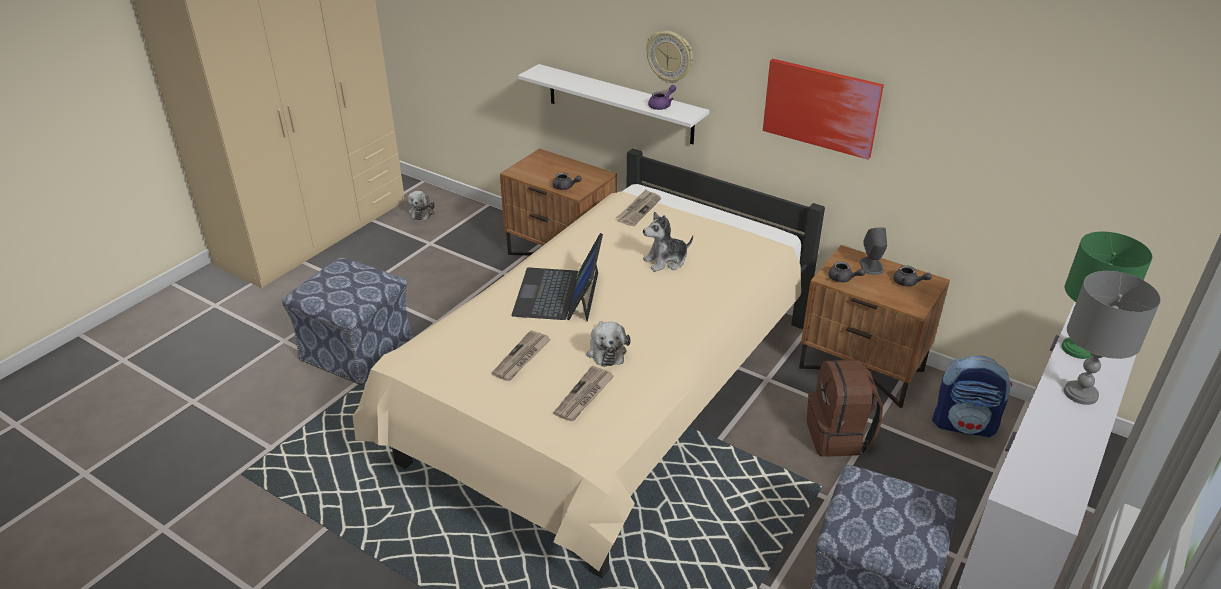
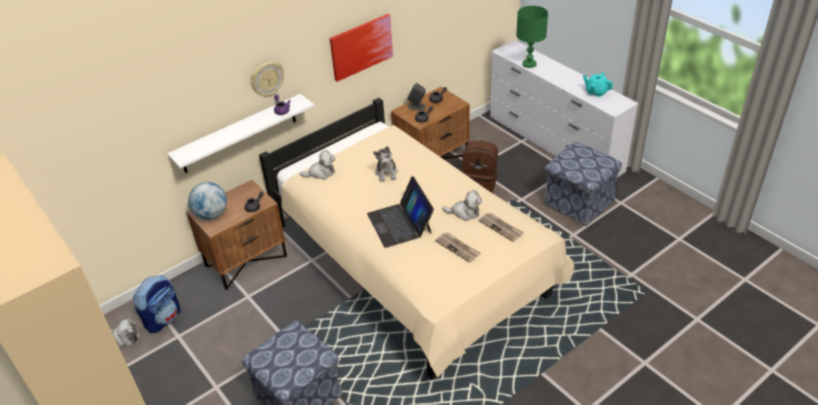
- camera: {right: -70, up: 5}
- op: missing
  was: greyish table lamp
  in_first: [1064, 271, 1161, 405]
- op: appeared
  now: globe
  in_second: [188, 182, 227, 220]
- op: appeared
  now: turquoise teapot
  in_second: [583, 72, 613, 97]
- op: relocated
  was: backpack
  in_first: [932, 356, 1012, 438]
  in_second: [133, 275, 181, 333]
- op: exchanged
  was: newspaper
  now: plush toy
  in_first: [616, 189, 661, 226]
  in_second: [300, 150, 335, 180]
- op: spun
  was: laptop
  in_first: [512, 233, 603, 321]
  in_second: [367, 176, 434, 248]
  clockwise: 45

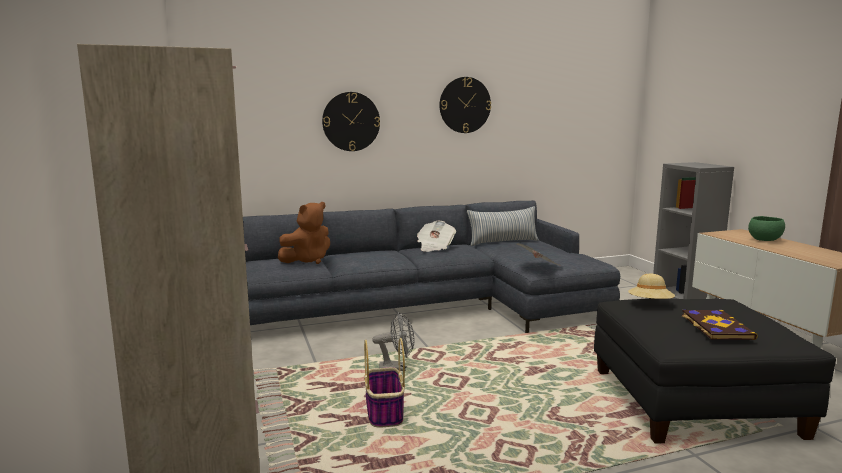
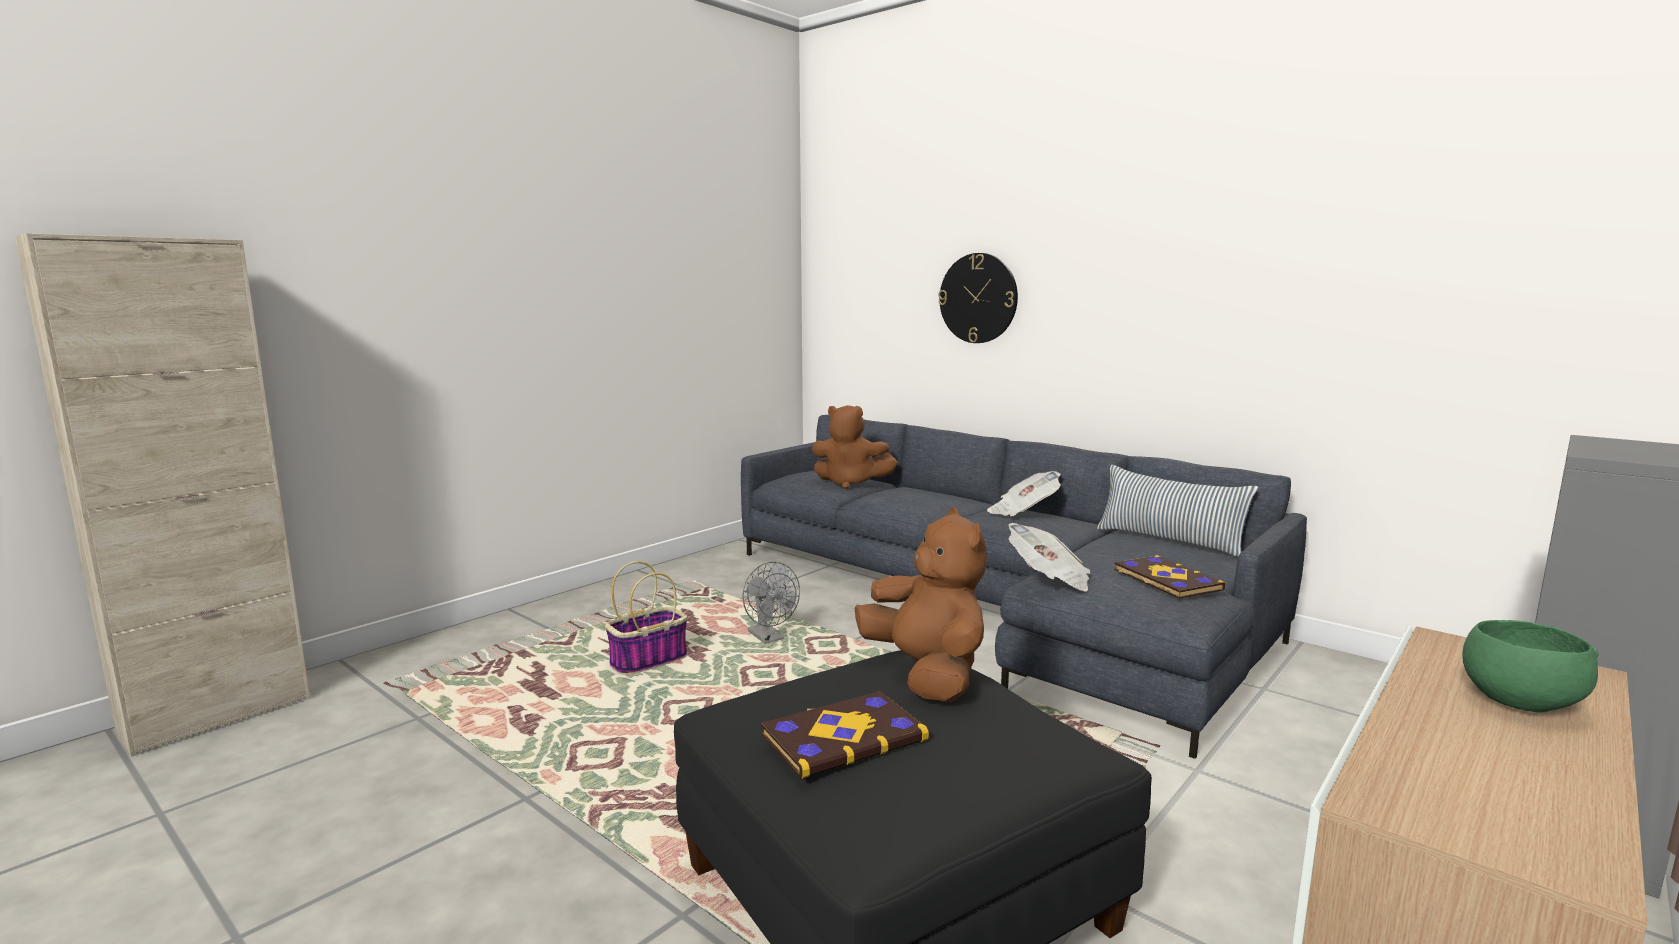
- camera: {right: 60, up: 0}
- op: missing
  was: hanging clock
  in_first: [439, 77, 491, 133]
- op: appeared
  now: volume
  in_second: [1114, 555, 1226, 599]
- op: exchanged
  was: beige clothing hat
  now: brownish plush toy
  in_first: [628, 274, 675, 299]
  in_second: [855, 508, 987, 702]

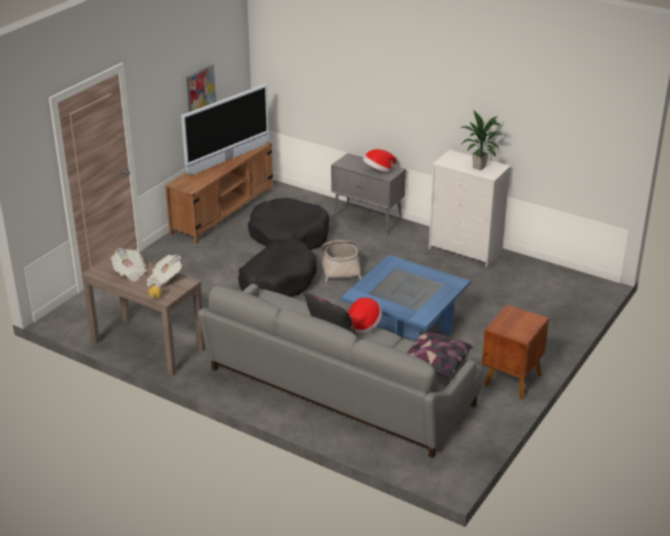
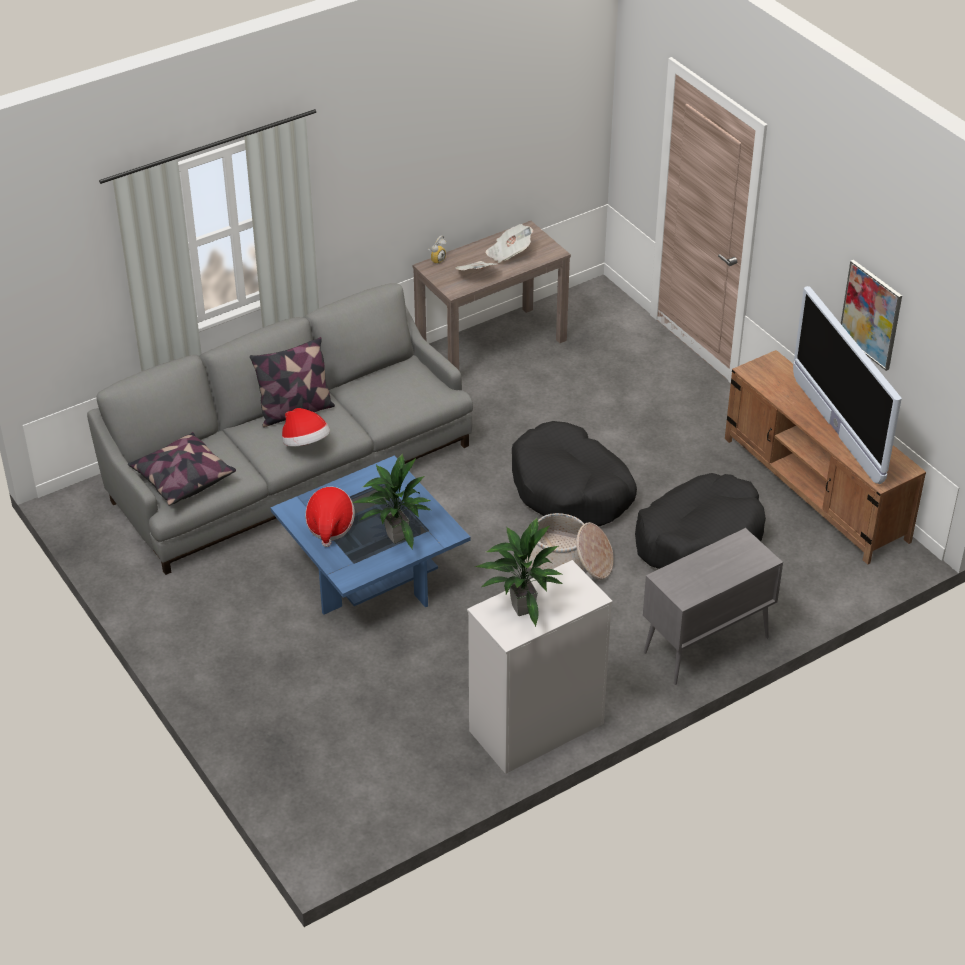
- camera: {right: 115, up: 10}
- op: missing
  was: brownish nightstand
  in_first: [482, 305, 549, 400]
- op: appeared
  now: houseplant
  in_second: [352, 454, 431, 549]
- op: relocated
  was: clothing hat
  in_first: [363, 149, 396, 172]
  in_second: [305, 487, 355, 547]

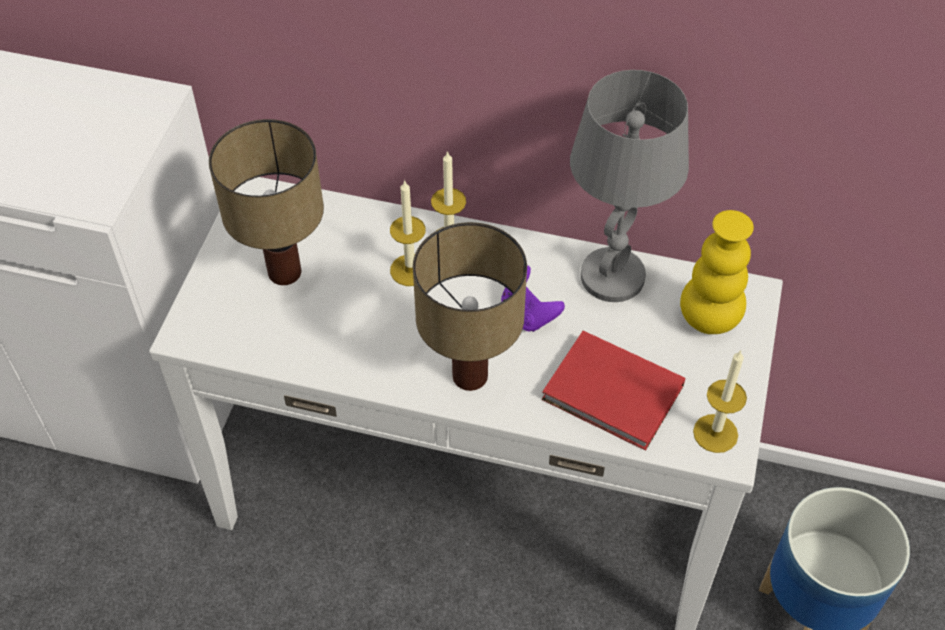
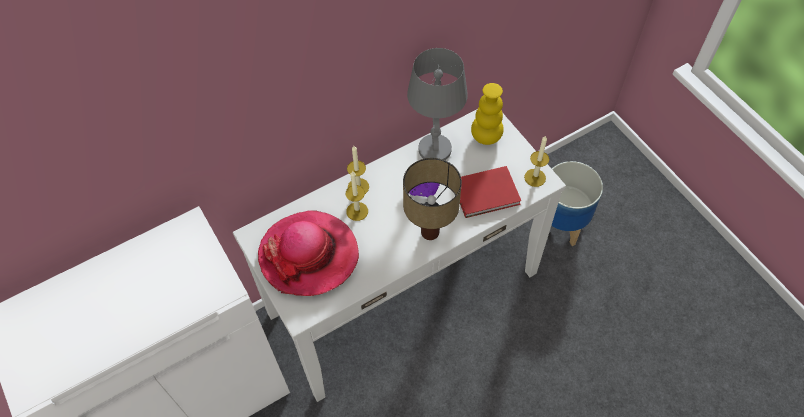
- camera: {right: -45, up: 5}
- op: exchanged
  was: table lamp
  now: clothing hat
  in_first: [209, 119, 324, 285]
  in_second: [258, 210, 359, 296]

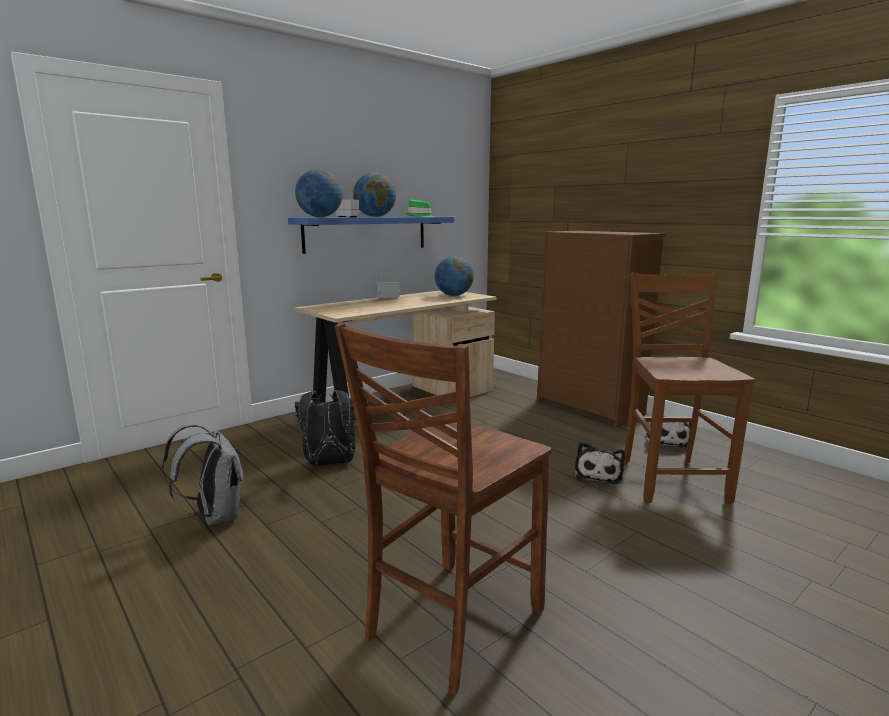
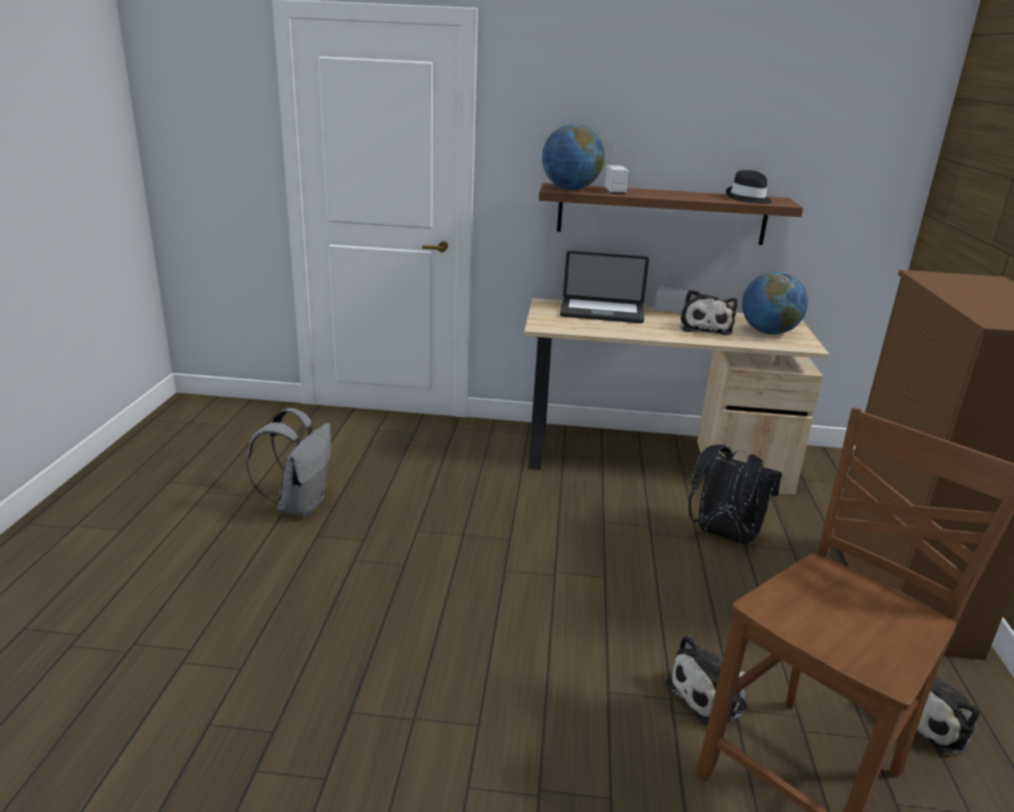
- camera: {right: 45, up: 10}
- op: missing
  was: brownish upright chair
  in_first: [334, 323, 552, 695]
- op: missing
  was: globe
  in_first: [353, 173, 396, 217]
- op: appeared
  now: laptop
  in_second: [560, 251, 649, 323]
- op: appeared
  now: plush toy
  in_second: [680, 289, 738, 335]
- op: relocated
  was: blackish backpack
  in_first: [295, 390, 356, 467]
  in_second: [689, 445, 782, 544]
- op: colour
  was: bluish bracket shelf
  now: brownish bracket shelf
  in_first: [288, 217, 454, 254]
  in_second: [539, 183, 803, 245]
- op: colour
  was: greenish clothing hat
  now: blackish clothing hat
  in_first: [405, 200, 434, 217]
  in_second: [726, 170, 772, 204]

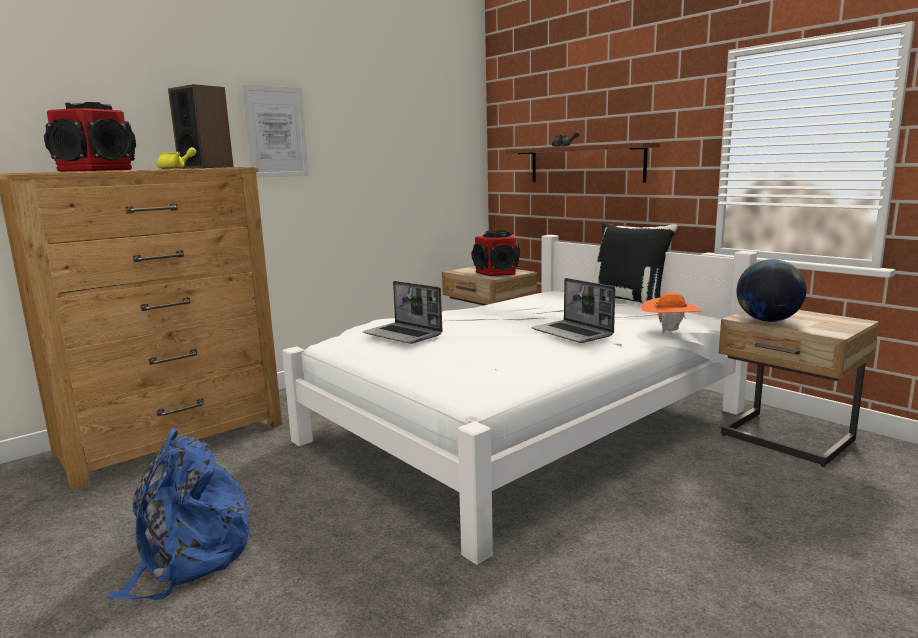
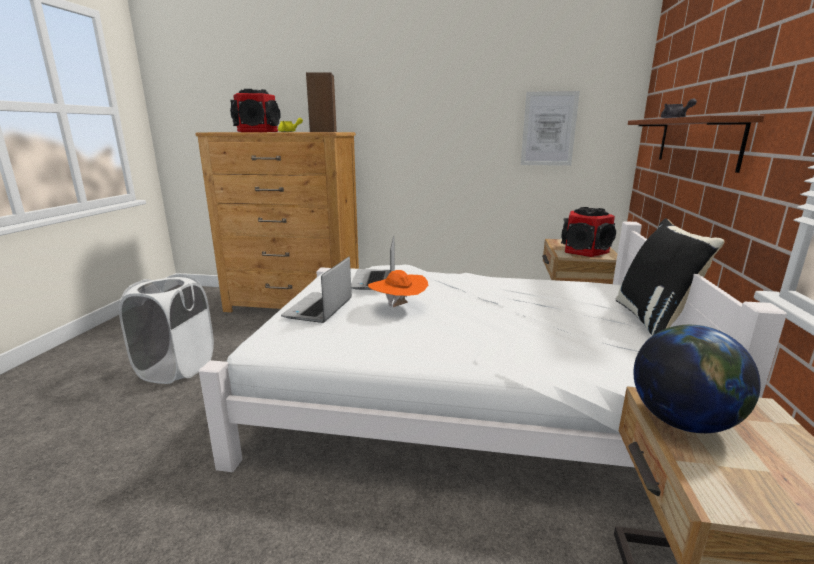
- camera: {right: 50, up: 5}
- op: relocated
  was: wall art
  in_first: [241, 84, 309, 178]
  in_second: [521, 91, 580, 166]
- op: relocated
  was: laptop
  in_first: [531, 278, 615, 343]
  in_second: [281, 257, 352, 323]
- op: relocated
  was: orange clothing hat
  in_first: [641, 292, 702, 333]
  in_second: [368, 270, 428, 307]
- op: exchanged
  was: bluish backpack
  now: white laundry basket
  in_first: [107, 428, 253, 600]
  in_second: [119, 275, 214, 384]

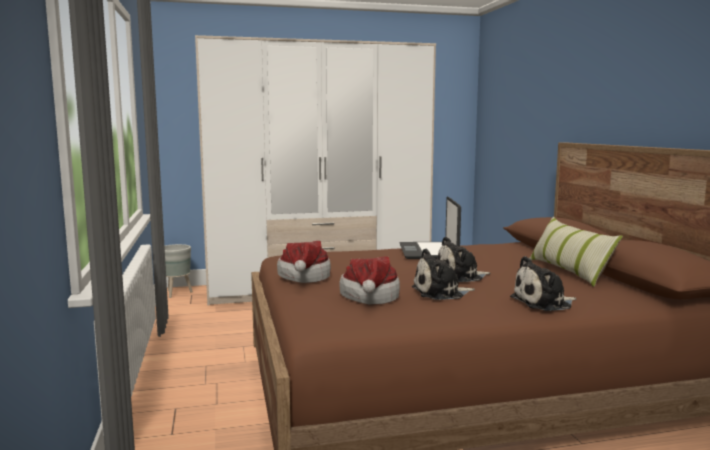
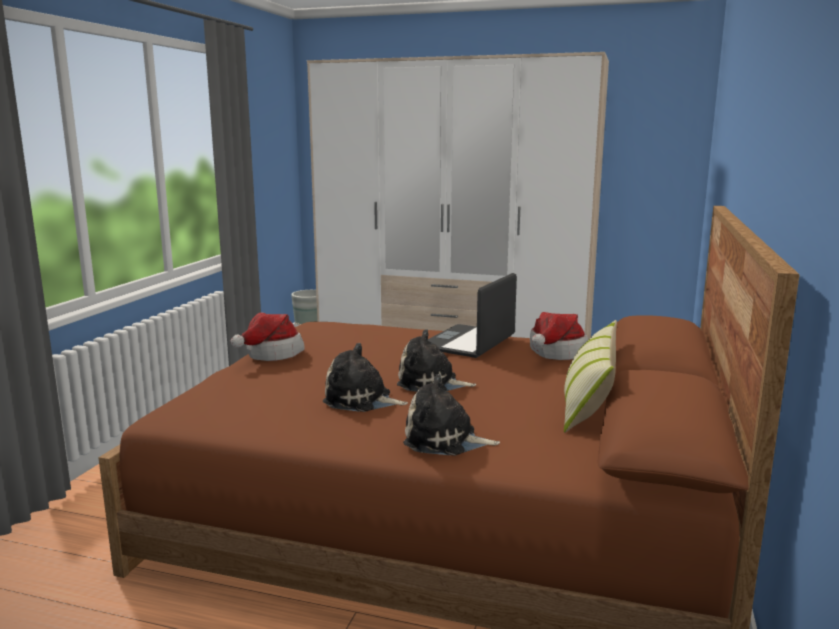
- camera: {right: 30, up: 5}
- op: relocated
  was: clothing hat
  in_first: [340, 257, 400, 304]
  in_second: [530, 312, 588, 360]

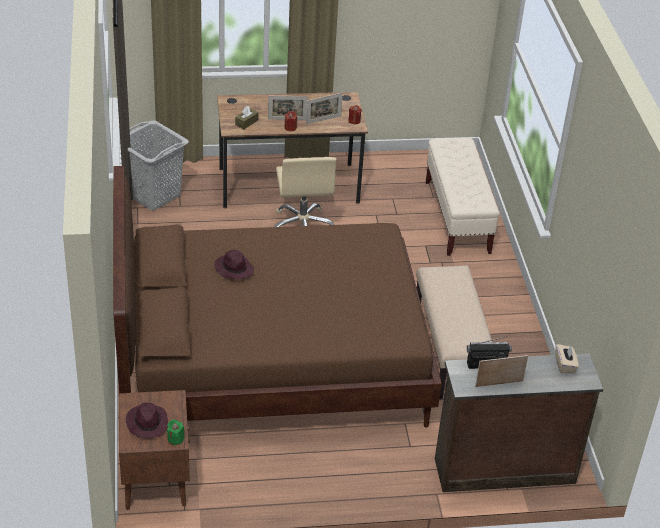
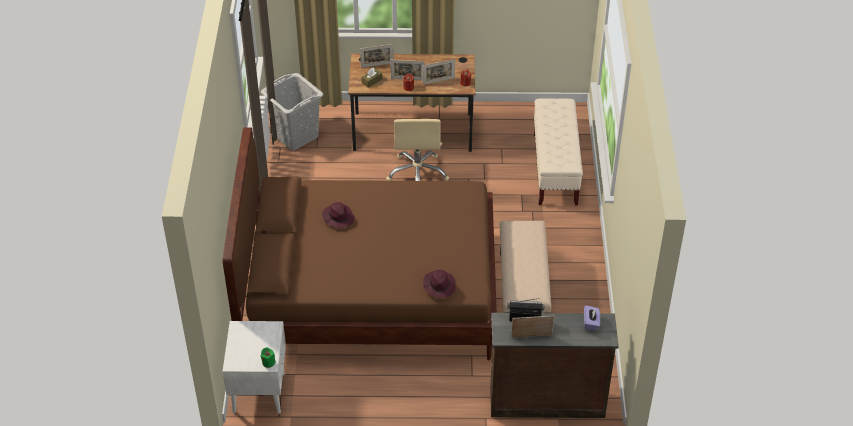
- camera: {right: 10, up: 5}
- op: appeared
  now: standing frame
  in_second: [360, 44, 394, 68]
- op: relocated
  was: purple clothing hat
  in_first: [126, 402, 168, 439]
  in_second: [423, 270, 456, 298]
- op: colour
  was: brownish nightstand
  now: white nightstand
  in_first: [119, 390, 190, 510]
  in_second: [222, 321, 286, 414]
- op: colour
  was: beige tissue box
  now: purple tissue box
  in_first: [555, 344, 579, 373]
  in_second: [584, 305, 600, 331]

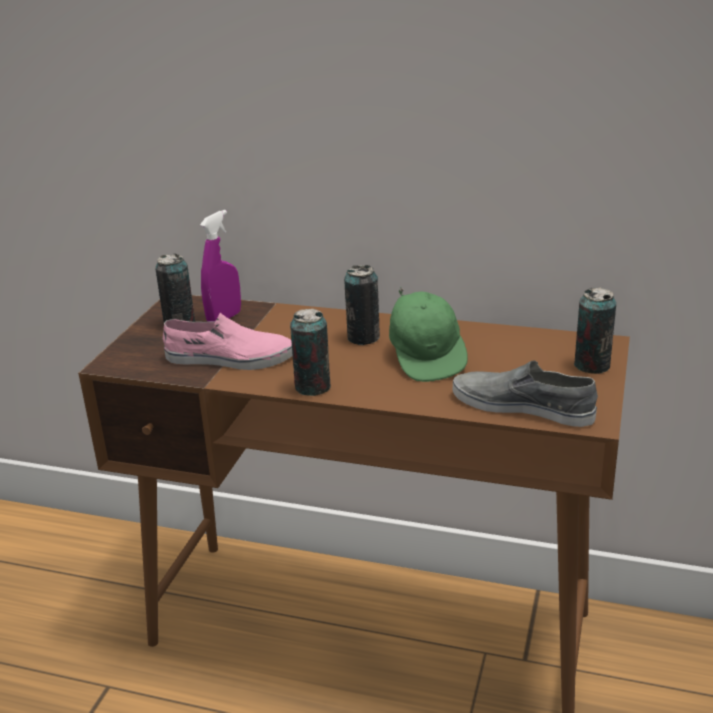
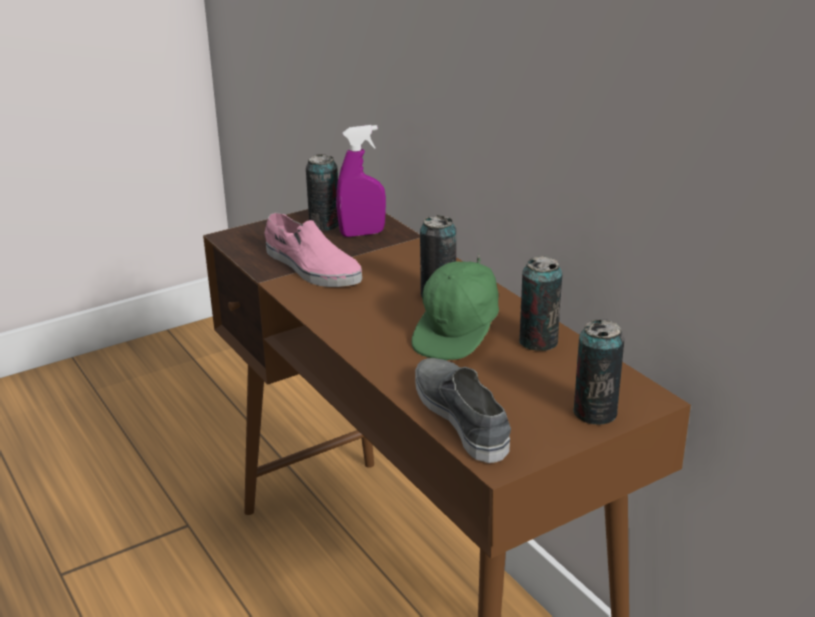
- camera: {right: 40, up: 0}
- op: relocated
  was: metal can
  in_first: [290, 309, 331, 396]
  in_second: [519, 256, 562, 351]

